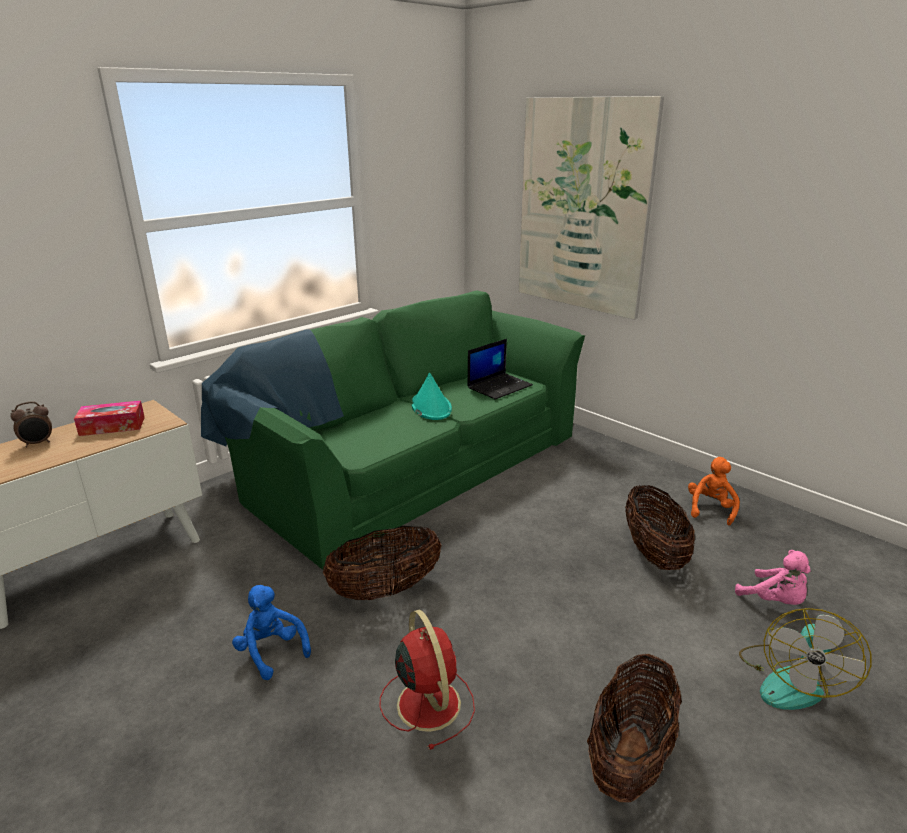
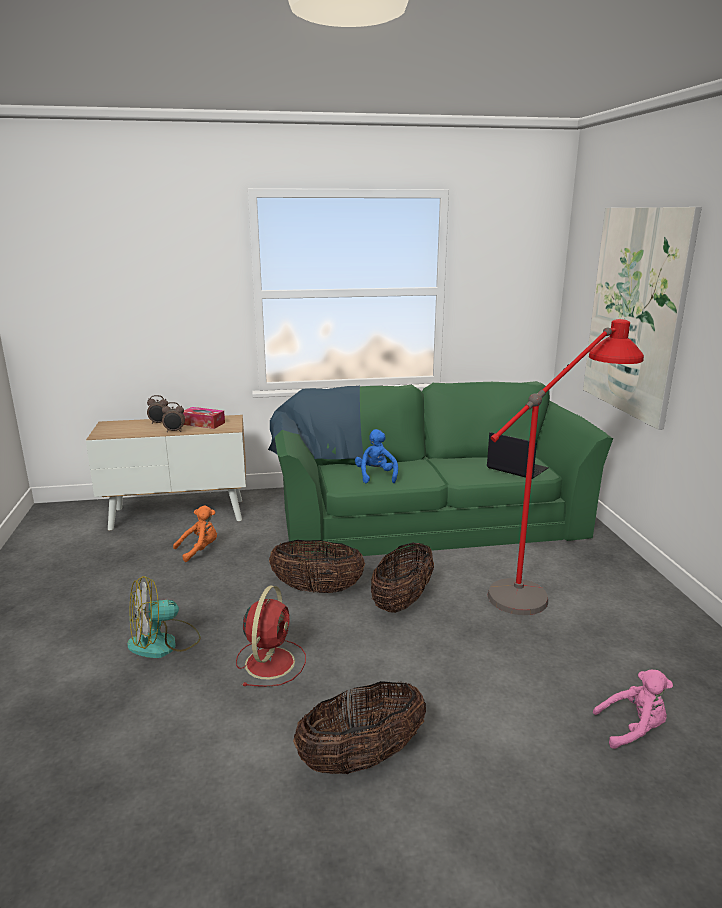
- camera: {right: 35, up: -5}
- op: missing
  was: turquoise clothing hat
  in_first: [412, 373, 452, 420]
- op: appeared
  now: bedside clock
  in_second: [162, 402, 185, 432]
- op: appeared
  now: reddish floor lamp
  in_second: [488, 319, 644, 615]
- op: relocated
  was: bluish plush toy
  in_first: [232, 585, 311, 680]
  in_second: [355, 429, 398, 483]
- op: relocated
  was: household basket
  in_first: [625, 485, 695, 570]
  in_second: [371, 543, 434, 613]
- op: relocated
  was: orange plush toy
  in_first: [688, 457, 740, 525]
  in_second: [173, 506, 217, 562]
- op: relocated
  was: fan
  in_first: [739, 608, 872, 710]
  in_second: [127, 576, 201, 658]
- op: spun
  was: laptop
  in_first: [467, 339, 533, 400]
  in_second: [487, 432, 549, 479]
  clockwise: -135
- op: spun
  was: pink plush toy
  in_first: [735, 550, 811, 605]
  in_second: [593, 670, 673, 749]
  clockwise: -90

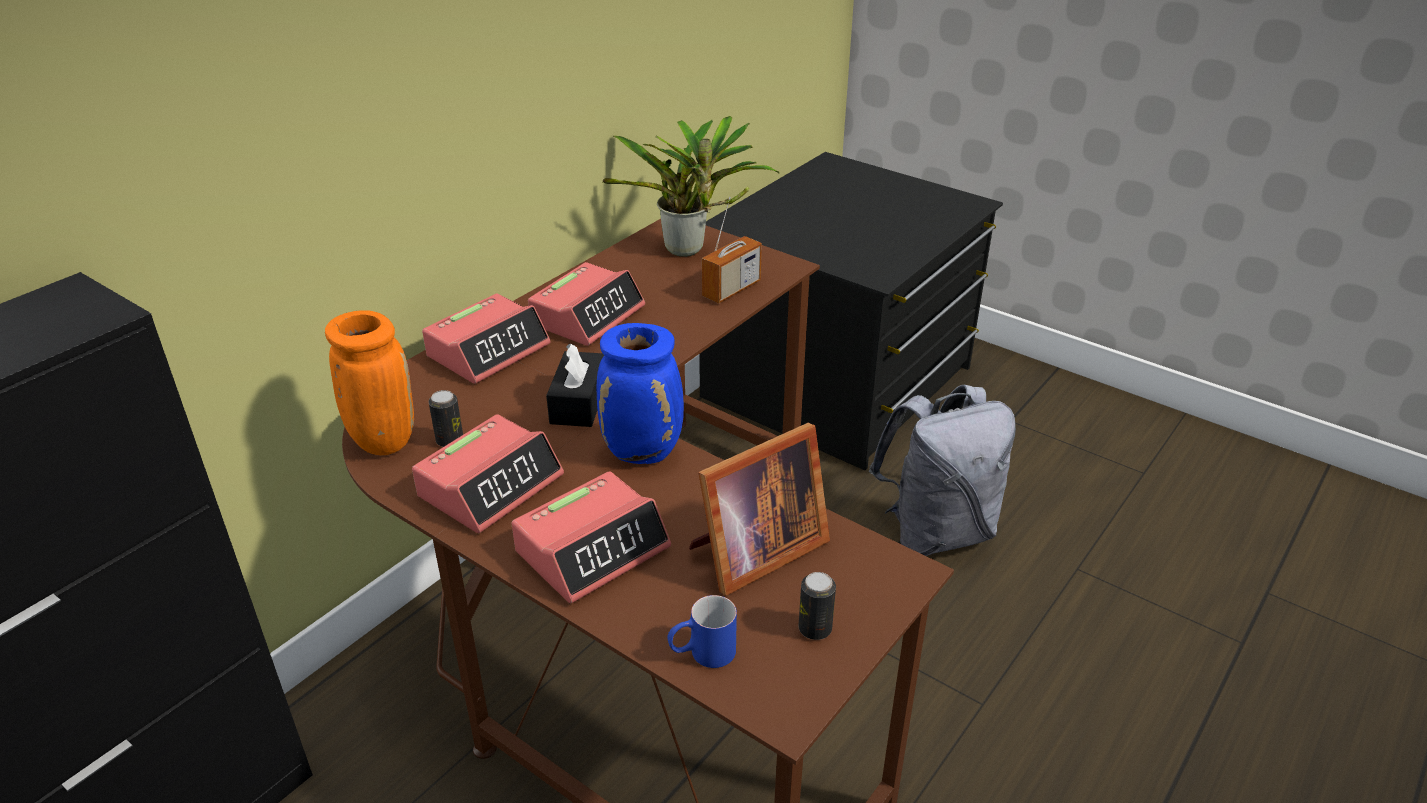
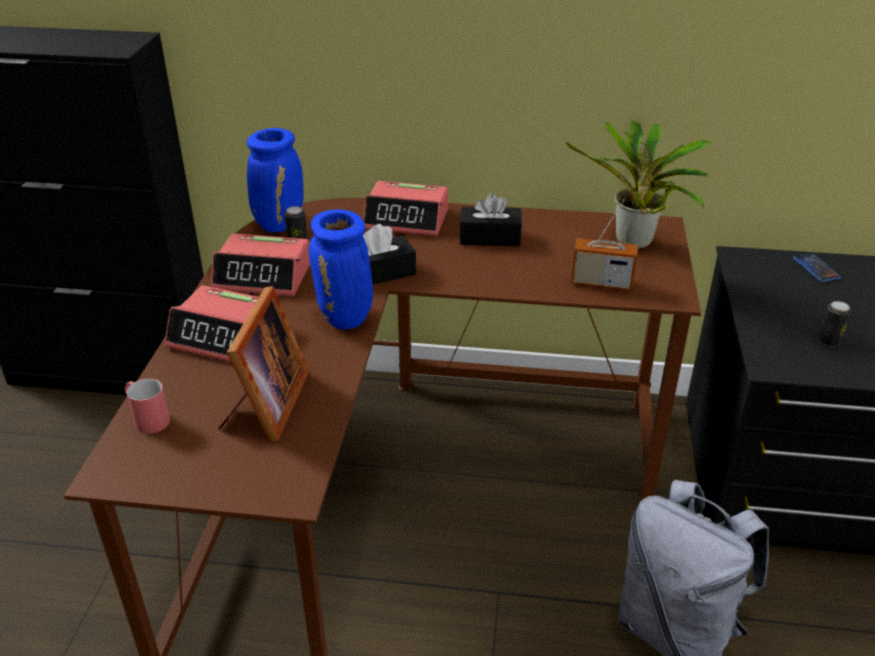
- camera: {right: 60, up: 0}
- op: appeared
  now: phone
  in_second: [793, 254, 841, 282]
- op: relocated
  was: metal can
  in_first: [798, 572, 836, 640]
  in_second: [818, 301, 851, 347]
- op: exchanged
  was: bedside clock
  now: blackish tissue box
  in_first: [528, 262, 645, 346]
  in_second: [459, 193, 522, 246]
- op: colour
  was: orange decorative vase
  now: bluish decorative vase
  in_first: [325, 310, 414, 455]
  in_second: [247, 128, 304, 232]
- op: colour
  was: bluish mug
  now: reddish mug
  in_first: [667, 595, 737, 668]
  in_second: [125, 378, 170, 434]
- op: spun
  was: standing frame
  in_first: [689, 423, 830, 596]
  in_second: [218, 286, 309, 442]
  clockwise: -105

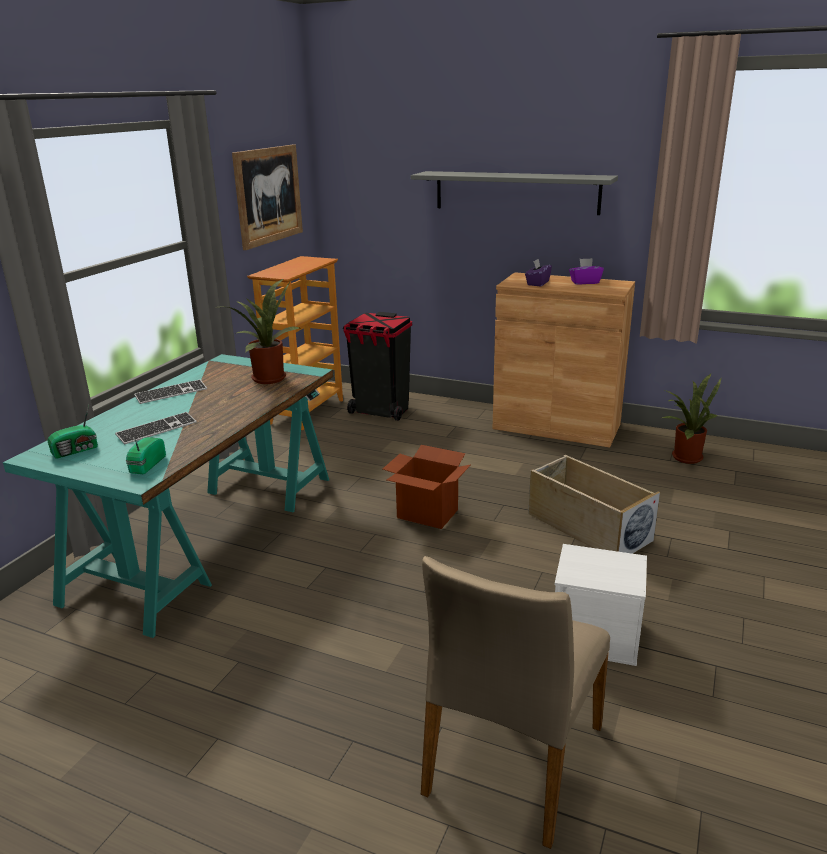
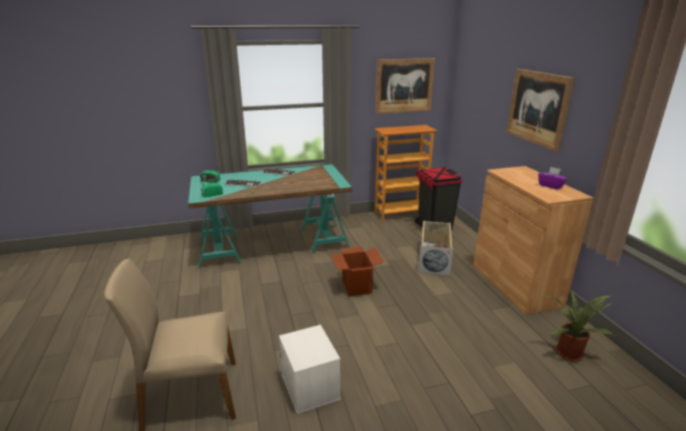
- camera: {right: 50, up: 0}
- op: missing
  was: houseplant
  in_first: [215, 279, 302, 384]
- op: missing
  was: purple tissue box
  in_first: [525, 259, 552, 286]
- op: relocated
  was: beige storage container
  in_first: [528, 455, 660, 554]
  in_second: [418, 221, 454, 276]
- op: exchanged
  was: greyish bracket shelf
  now: wall art
  in_first: [411, 171, 618, 215]
  in_second: [506, 69, 574, 152]

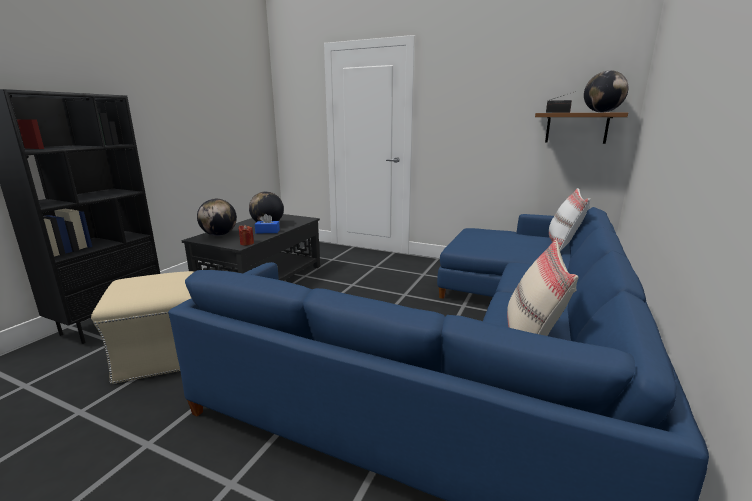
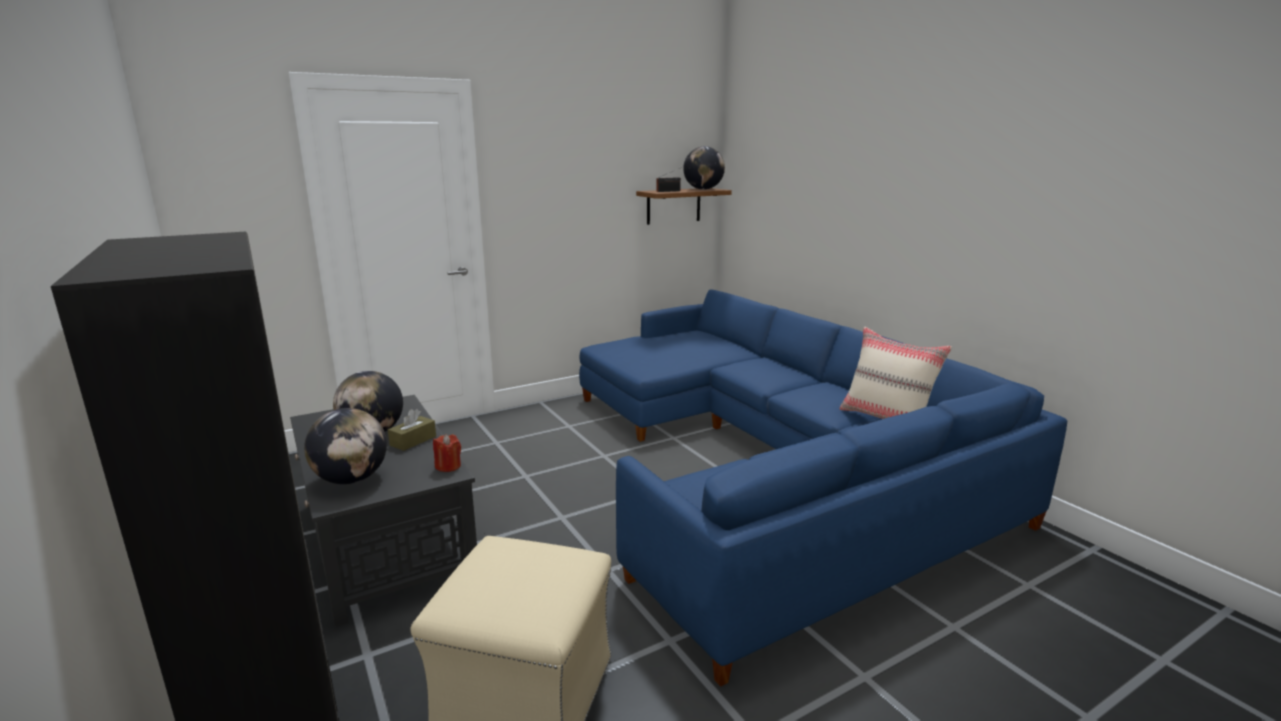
- camera: {right: -55, up: 0}
- op: missing
  was: white throw pillow
  in_first: [549, 188, 591, 251]
- op: colour
  was: bluish tissue box
  now: brownish tissue box
  in_first: [254, 214, 280, 233]
  in_second: [388, 409, 436, 451]

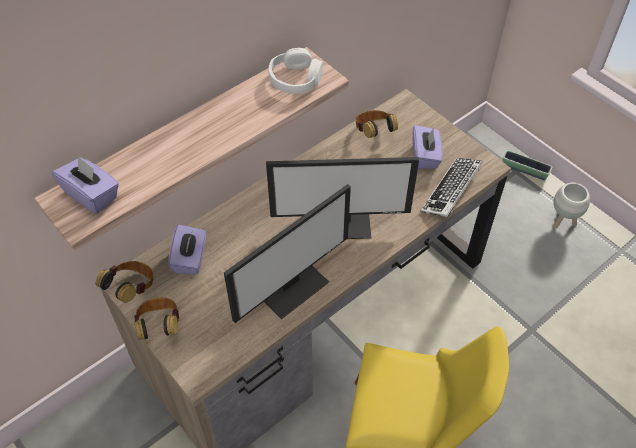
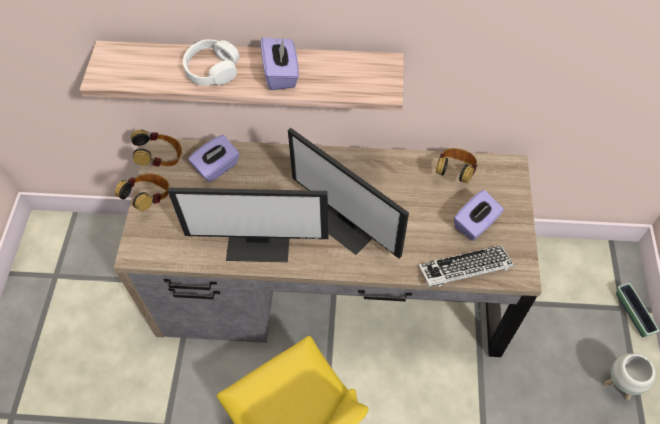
- camera: {right: 45, up: 5}
- op: relocated
  was: purple tissue box
  in_first: [52, 156, 119, 214]
  in_second: [261, 37, 299, 90]
- op: relocated
  was: white headset
  in_first: [269, 48, 323, 94]
  in_second: [183, 39, 239, 85]

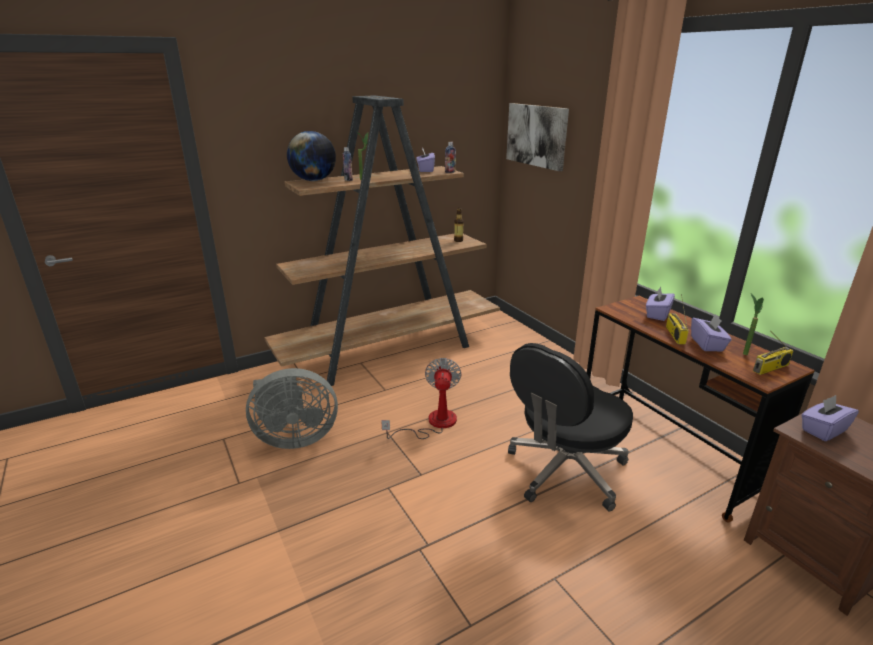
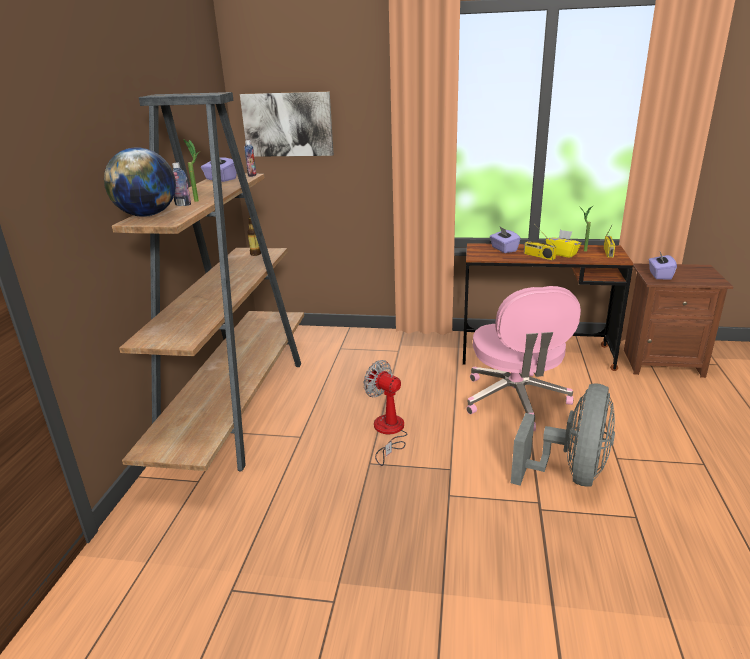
- camera: {right: -50, up: 0}
- op: relocated
  was: greyish fan
  in_first: [246, 368, 338, 449]
  in_second: [511, 383, 615, 486]
- op: colour
  was: blackish office chair
  now: pink office chair
  in_first: [508, 343, 633, 512]
  in_second: [466, 286, 581, 431]
- op: colour
  was: purple tissue box
  now: yellowish tissue box
  in_first: [691, 314, 732, 351]
  in_second: [546, 230, 581, 258]

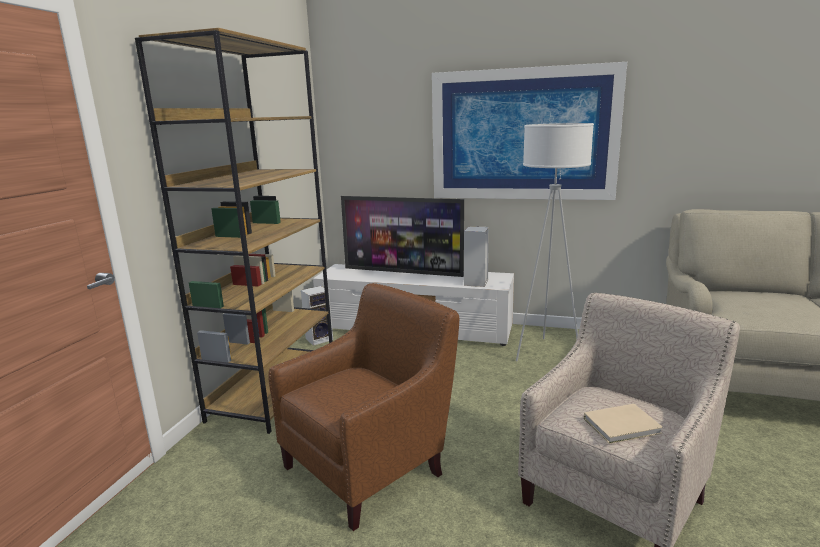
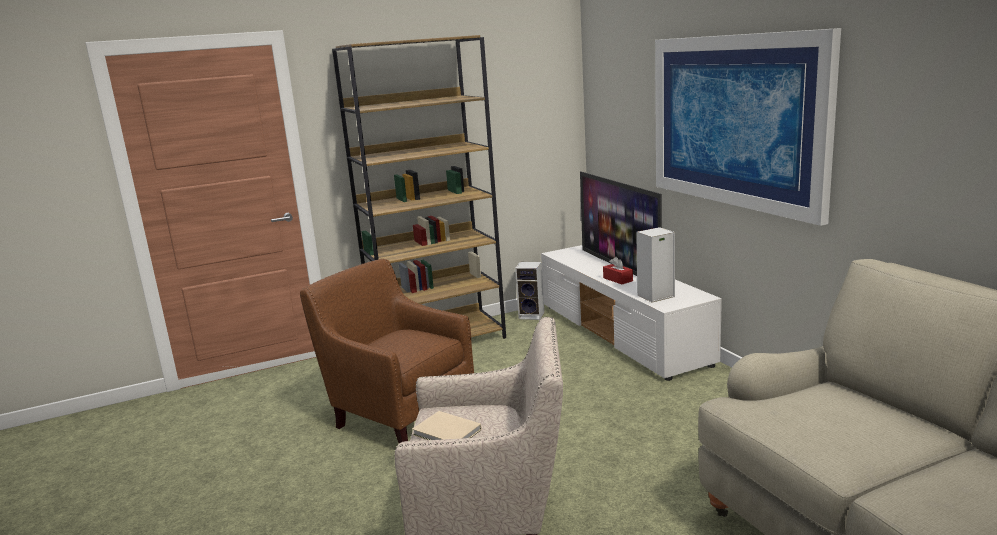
- camera: {right: 50, up: 0}
- op: missing
  was: white floor lamp
  in_first: [516, 123, 594, 361]
- op: appeared
  now: reddish tissue box
  in_second: [603, 257, 633, 284]
- op: spun
  was: brownish lounge chair
  in_first: [268, 283, 459, 531]
  in_second: [300, 259, 474, 443]
  clockwise: -150

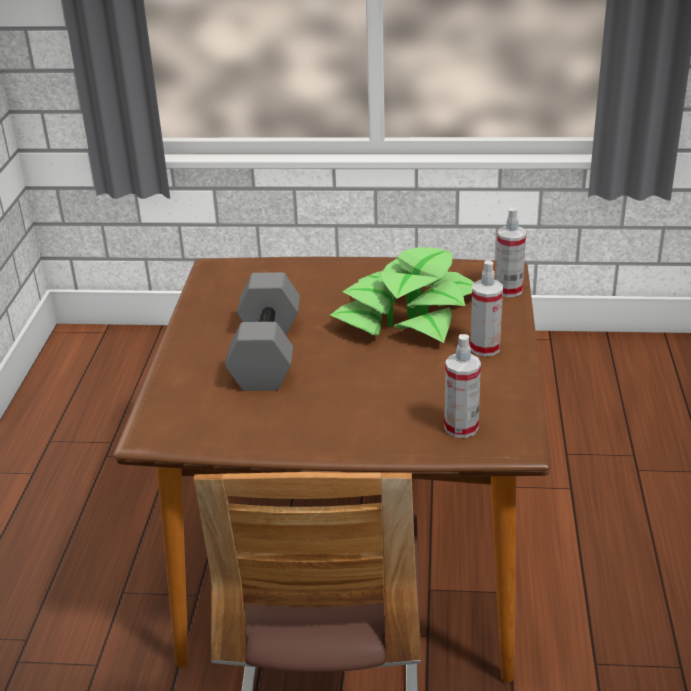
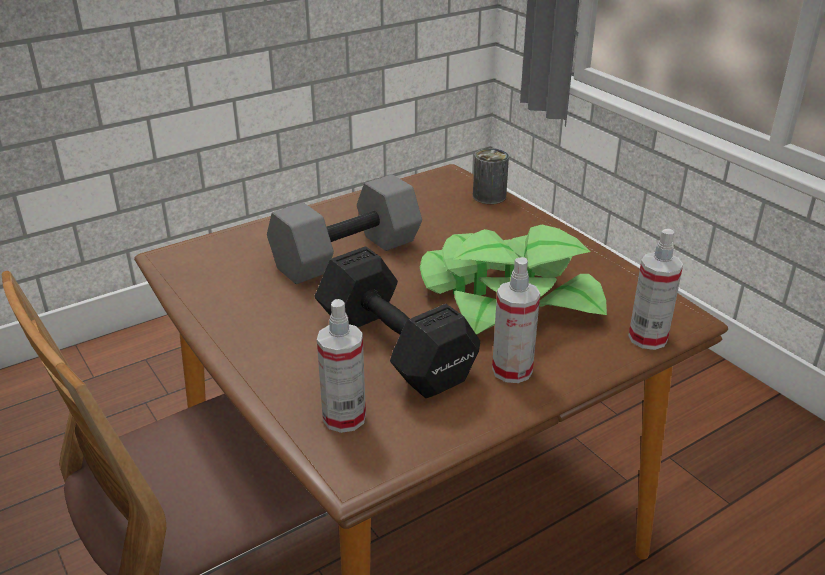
- camera: {right: 50, up: 0}
- op: appeared
  now: blackish dumbbell
  in_second: [314, 246, 480, 398]
- op: appeared
  now: metal can
  in_second: [473, 148, 509, 204]

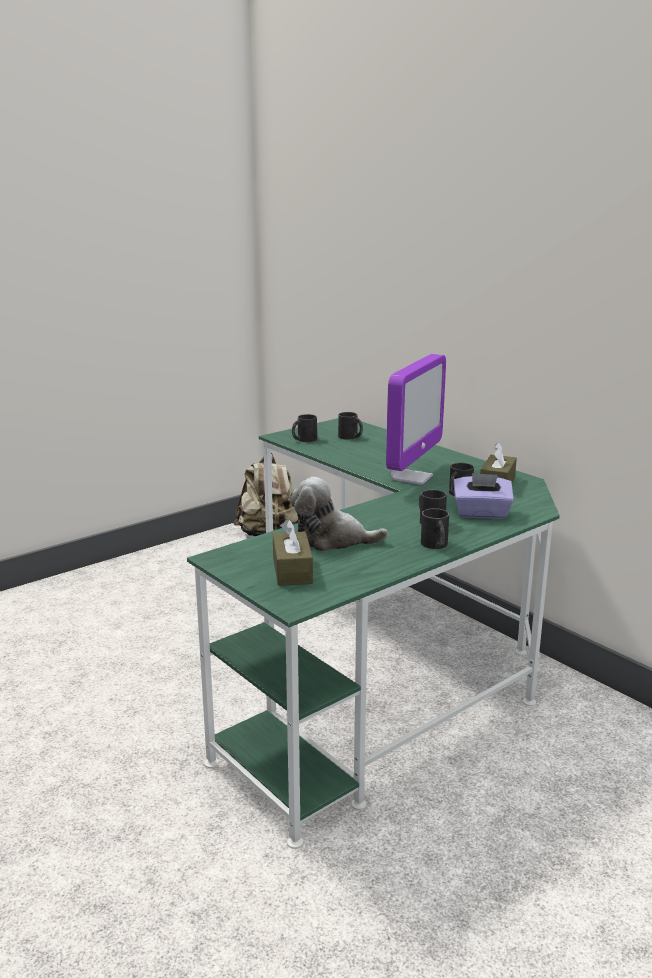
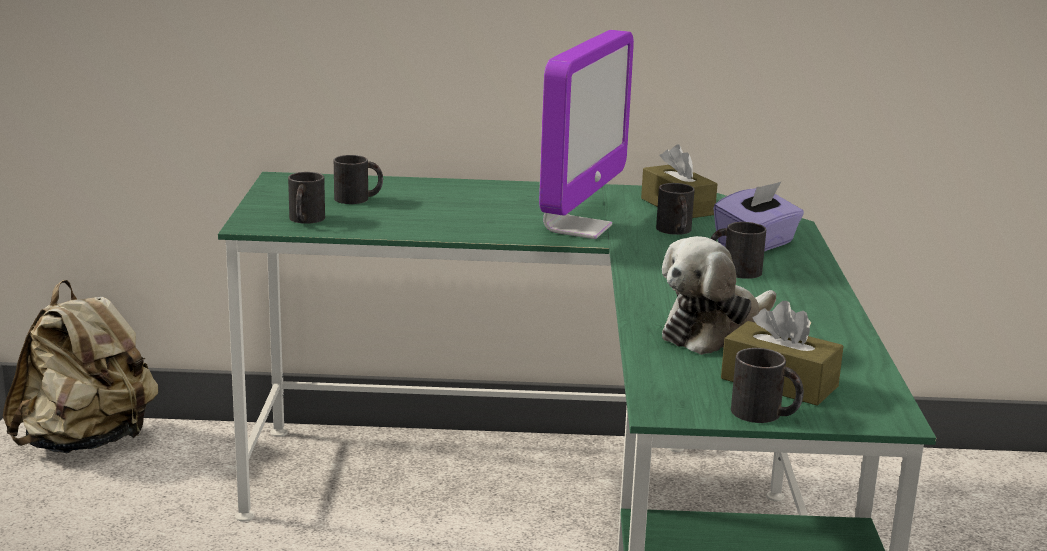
- camera: {right: -50, up: 0}
- op: relocated
  was: blackish mug
  in_first: [421, 508, 449, 549]
  in_second: [731, 348, 804, 423]
- op: spun
  was: monitor
  in_first: [386, 354, 446, 485]
  in_second: [539, 30, 634, 239]
  clockwise: 45

